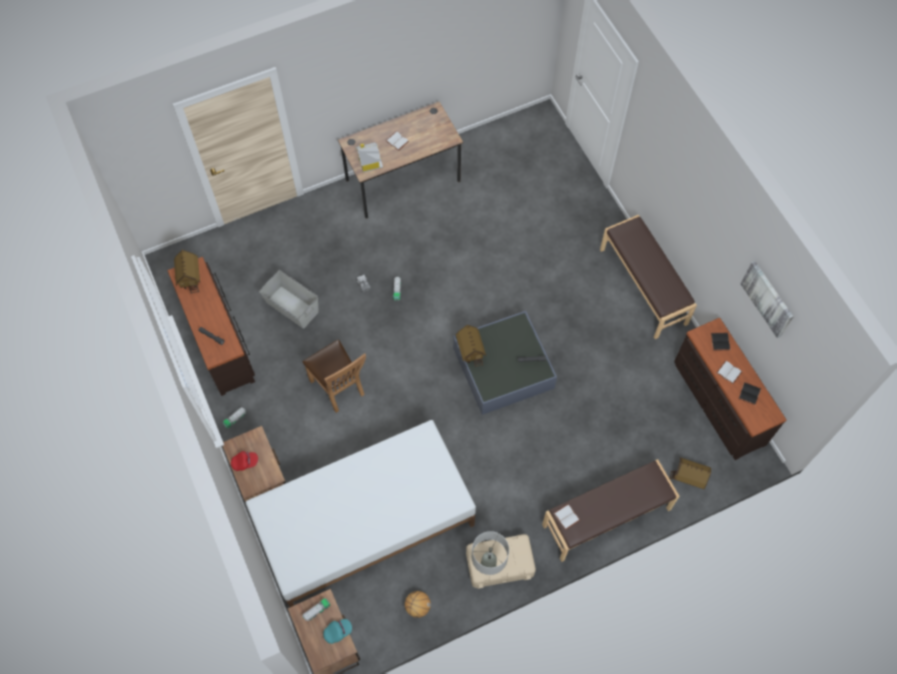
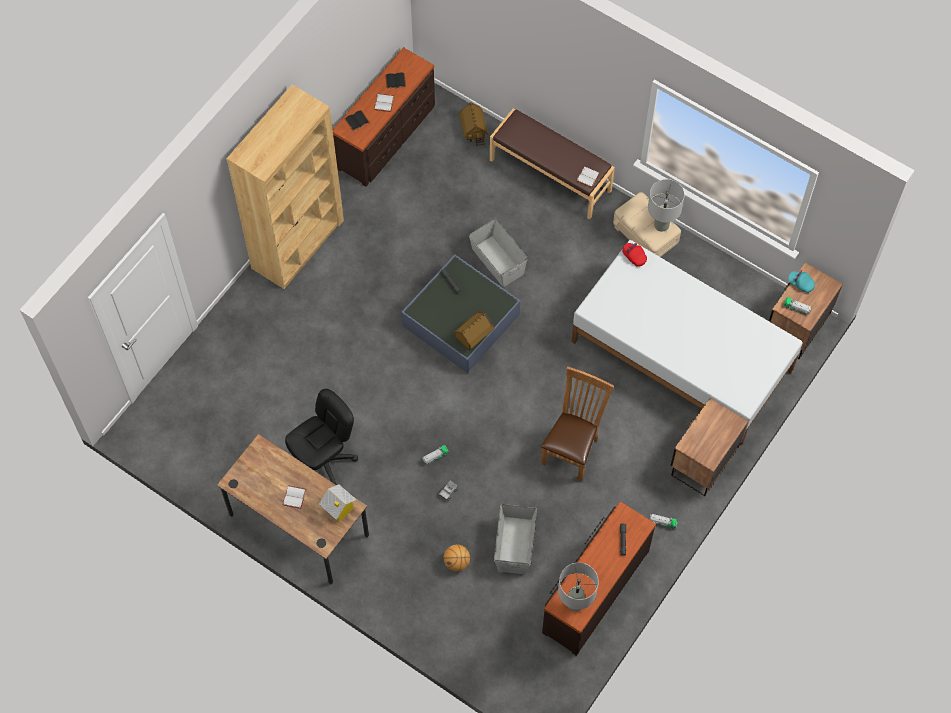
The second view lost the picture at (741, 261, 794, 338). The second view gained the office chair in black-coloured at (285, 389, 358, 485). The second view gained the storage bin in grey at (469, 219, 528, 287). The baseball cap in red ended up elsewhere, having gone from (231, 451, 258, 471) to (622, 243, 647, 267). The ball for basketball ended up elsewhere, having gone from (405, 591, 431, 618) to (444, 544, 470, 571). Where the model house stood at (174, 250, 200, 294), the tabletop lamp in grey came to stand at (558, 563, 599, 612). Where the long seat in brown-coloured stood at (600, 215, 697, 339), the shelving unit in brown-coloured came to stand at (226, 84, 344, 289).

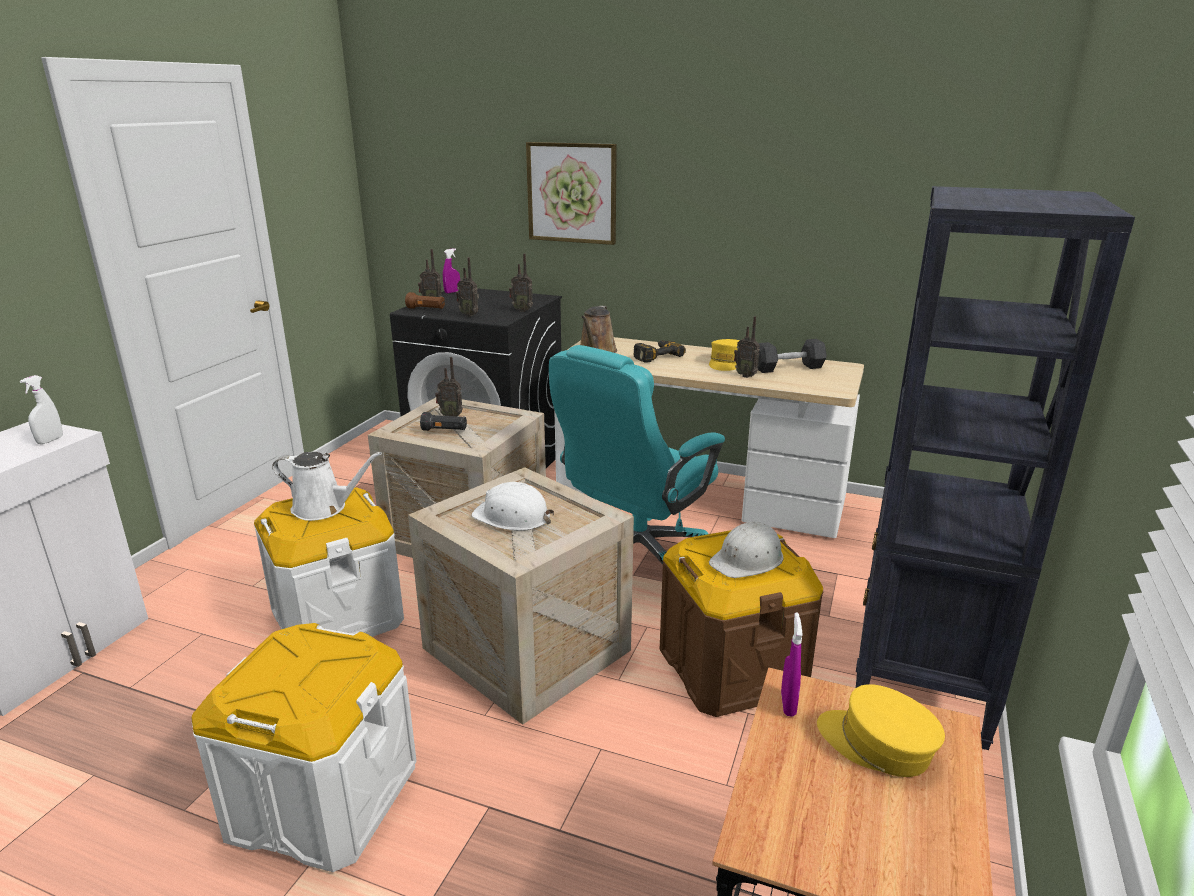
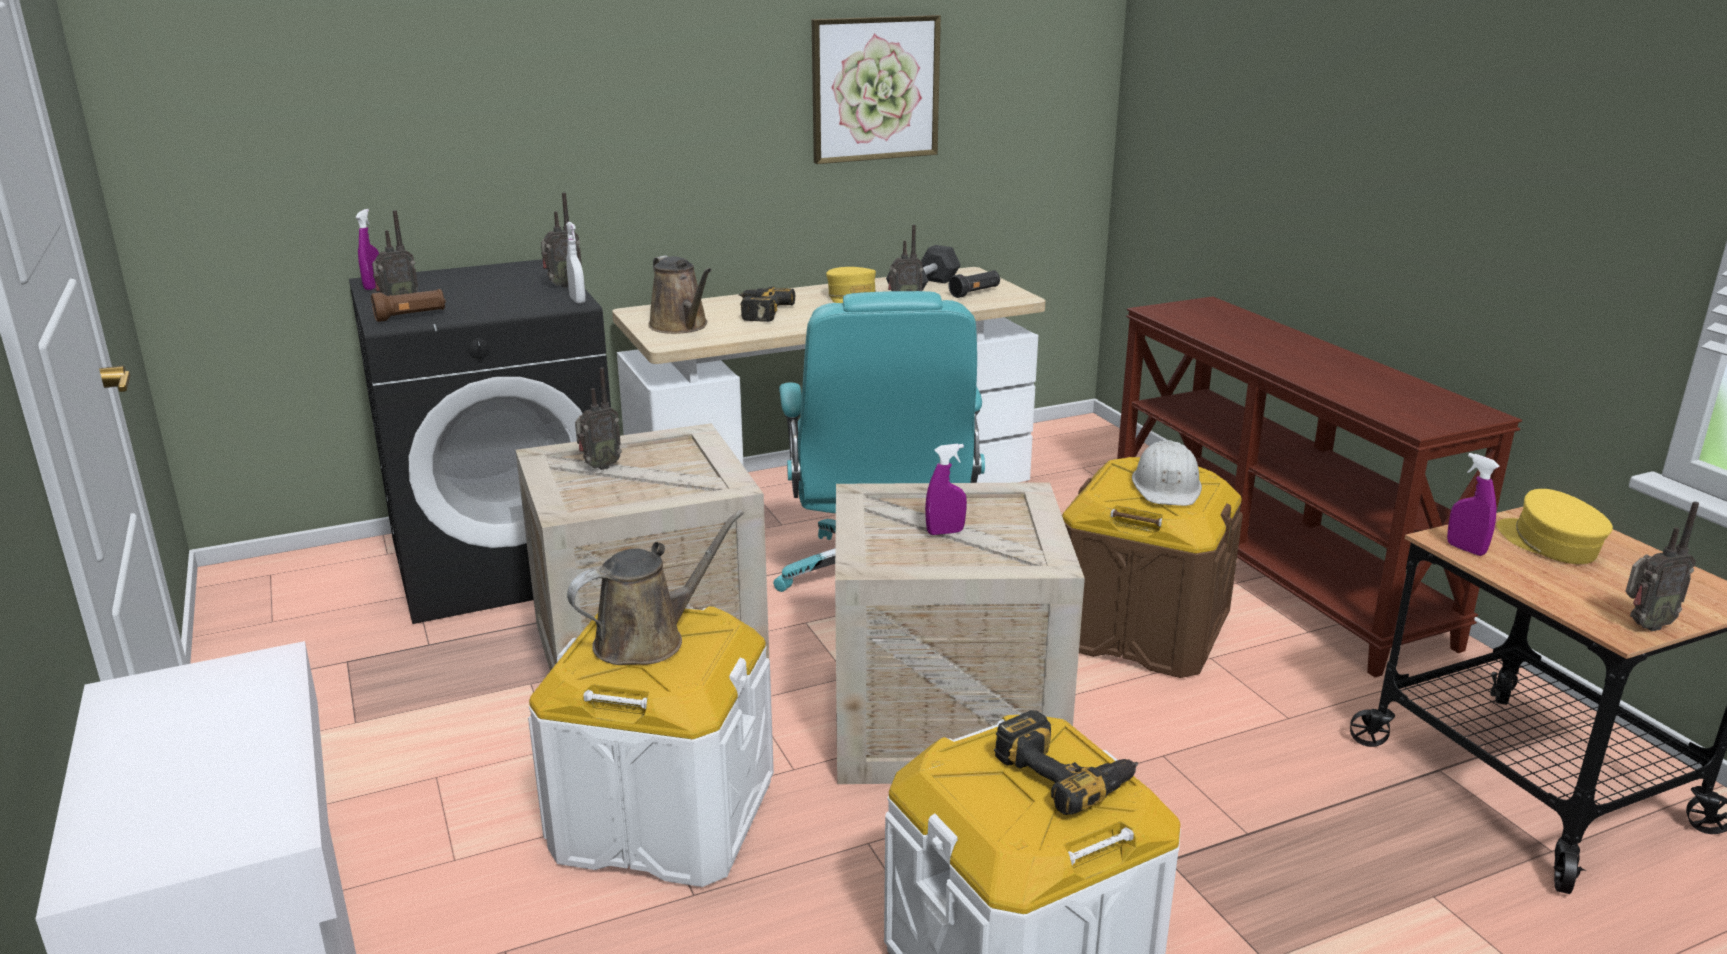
The second view gained the power drill at (994, 710, 1138, 815). The hand sprayer in white ended up elsewhere, having gone from (20, 375, 63, 444) to (566, 222, 586, 304). The torch in black-coloured ended up elsewhere, having gone from (420, 412, 467, 431) to (948, 270, 1000, 298). The radio set ended up elsewhere, having gone from (456, 257, 479, 317) to (1625, 502, 1699, 631). The picture ended up elsewhere, having gone from (526, 142, 617, 245) to (812, 15, 941, 164). Where the work helmet in white stood at (471, 482, 554, 531), the hand sprayer in purplish came to stand at (925, 444, 967, 535). Where the shelving unit in black-coloured stood at (856, 186, 1135, 750), the hall table in brown-coloured came to stand at (1117, 296, 1522, 677). What was the watering can in white at (272, 452, 382, 521) turned into the watering can in brown-coloured at (567, 510, 744, 665). The baseball cap in yellow-coloured at (817, 684, 945, 777) ended up facing another way, 75 degrees clockwise from before.

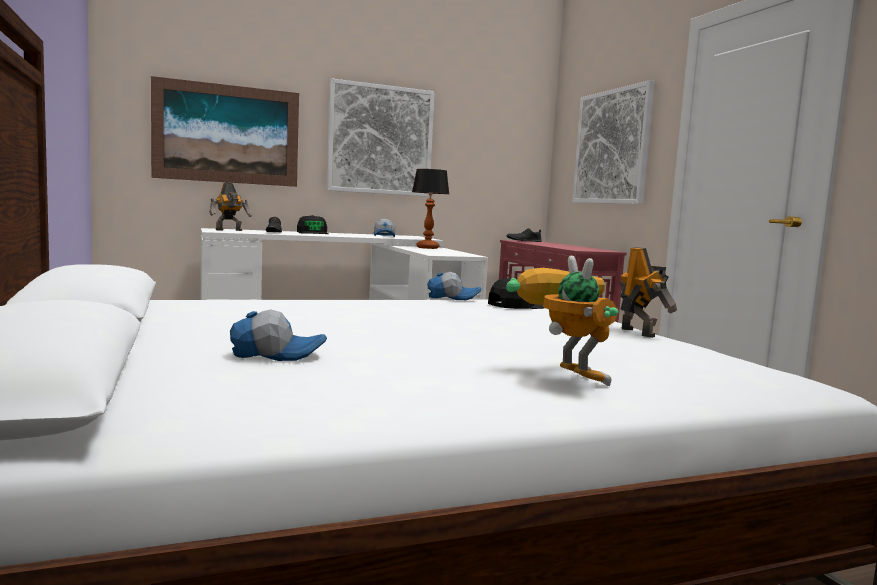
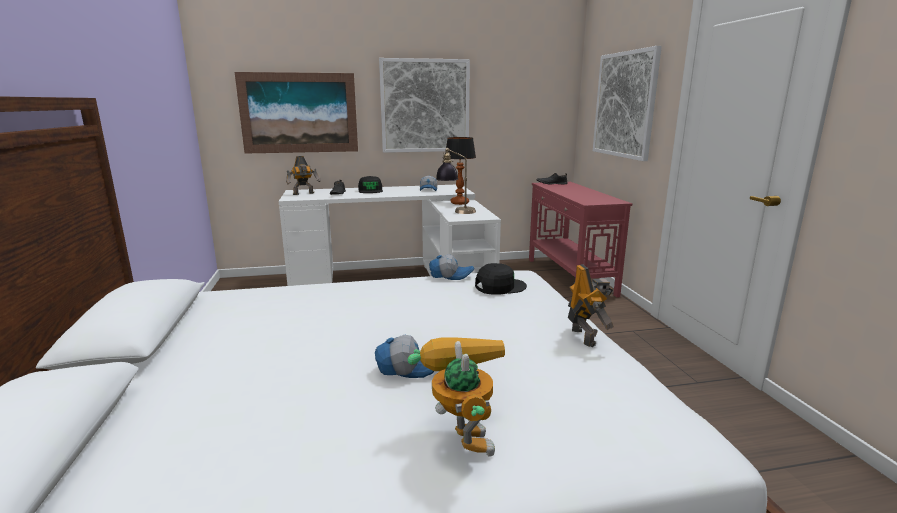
The second view gained the tabletop lamp at (436, 148, 476, 214). The baseball cap ended up elsewhere, having gone from (230, 309, 327, 361) to (375, 335, 434, 378).

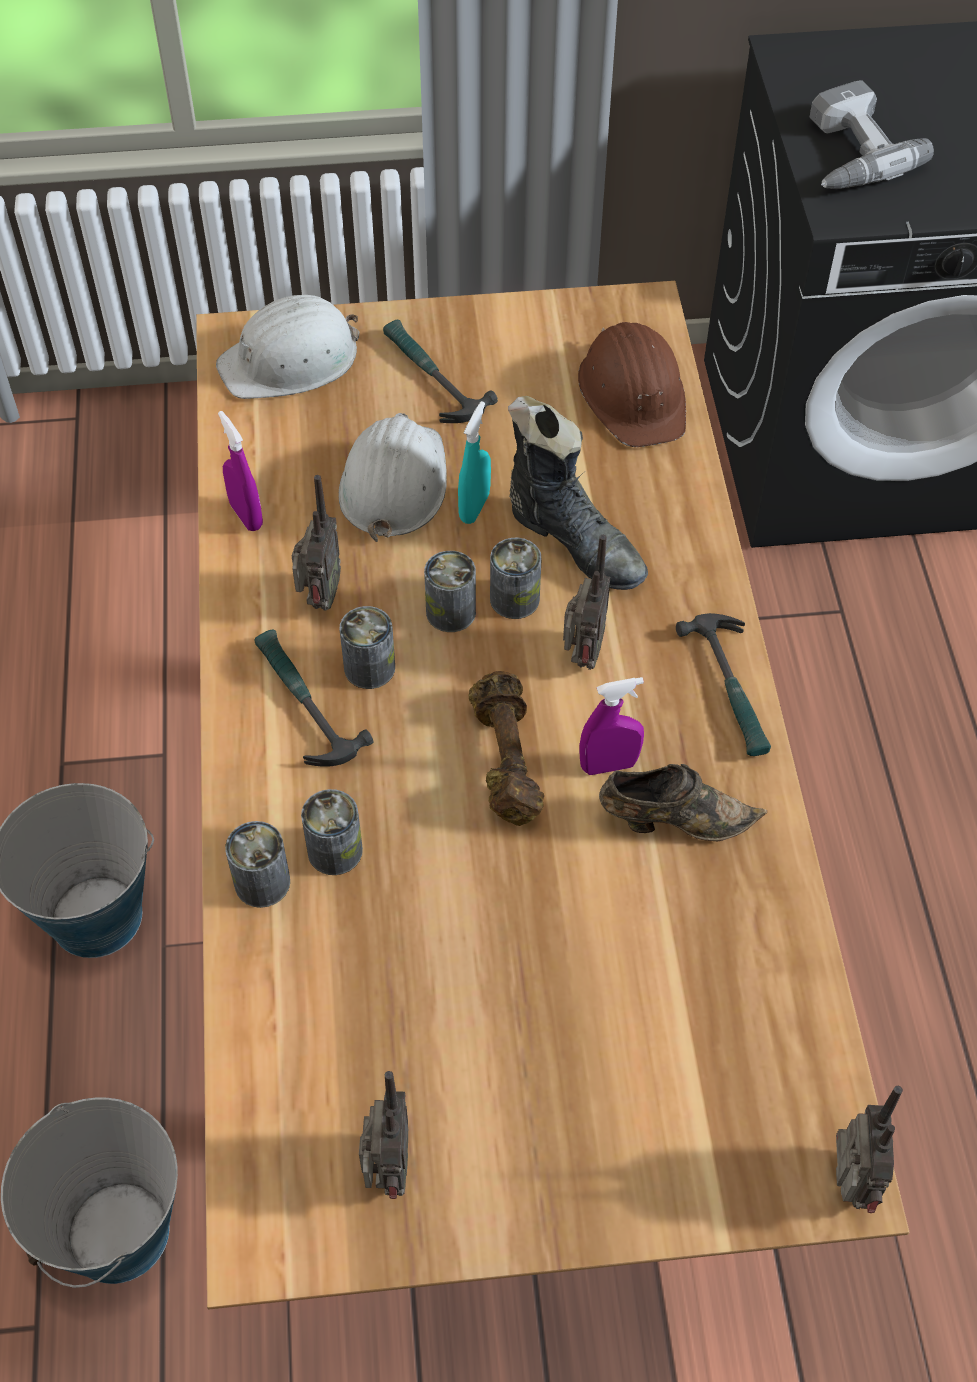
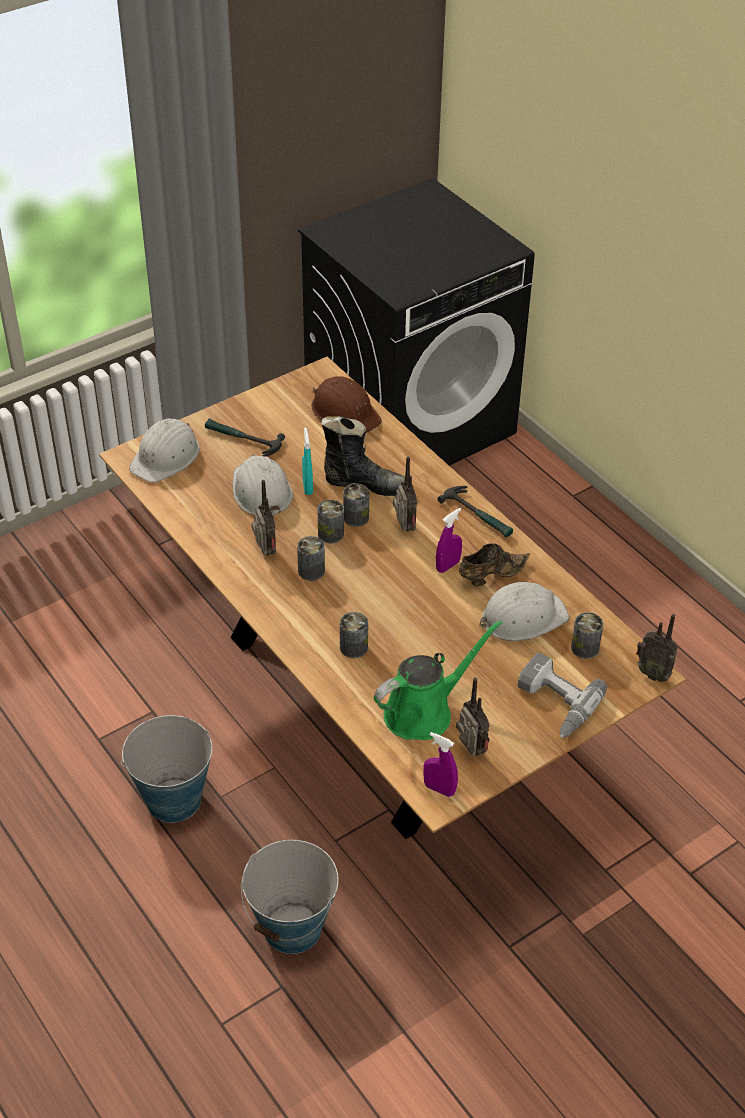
The second view lost the hammer at (254, 629, 374, 767). The second view lost the hand weight in brown-coloured at (468, 671, 544, 826). The second view gained the watering can in green at (374, 620, 502, 740). The second view gained the work helmet in white at (479, 582, 569, 641). The hand sprayer in purplish ended up elsewhere, having gone from (218, 411, 263, 531) to (423, 732, 458, 797). The can ended up elsewhere, having gone from (225, 821, 290, 908) to (571, 612, 603, 659). The power drill ended up elsewhere, having gone from (810, 80, 934, 189) to (518, 653, 607, 738). The radio set at (836, 1086, 903, 1213) ended up facing another way, 150 degrees clockwise from before.

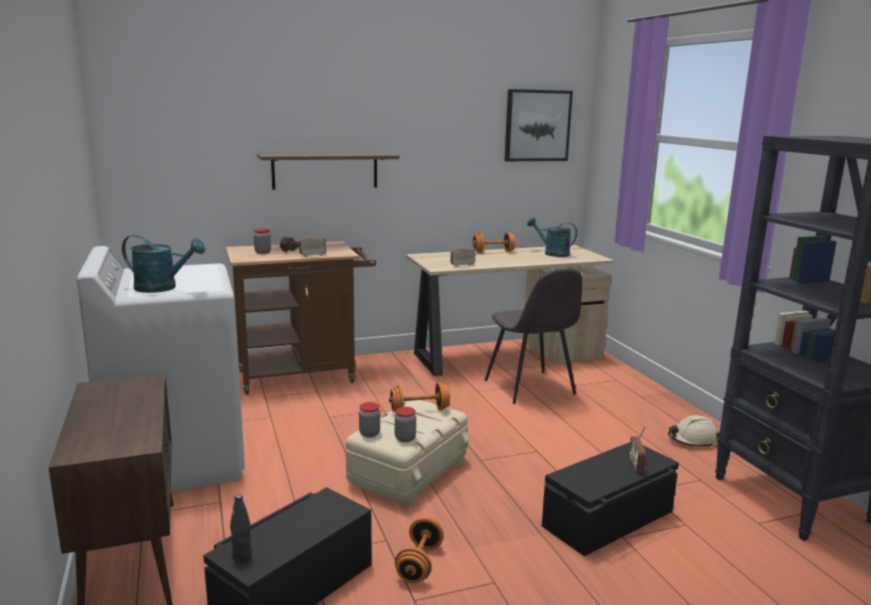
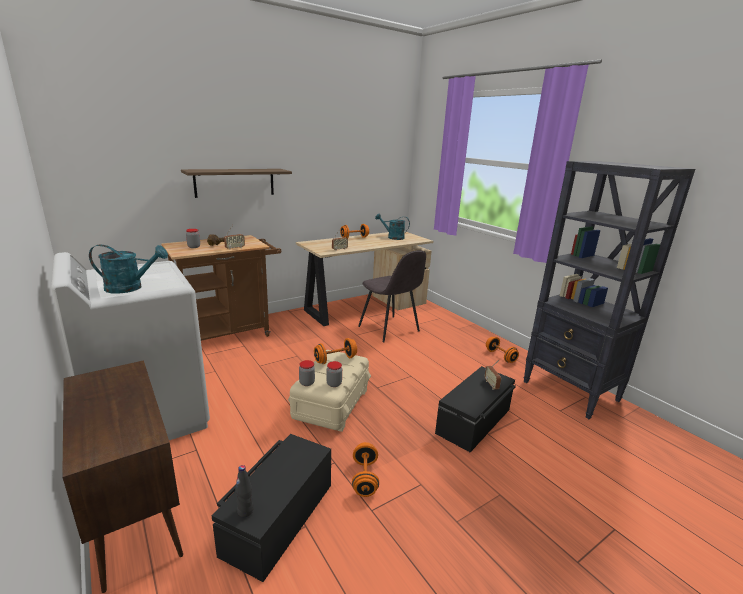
The second view lost the picture at (505, 89, 573, 161). Where the work helmet in beige stood at (668, 415, 720, 448), the hand weight in orange came to stand at (486, 337, 519, 363).

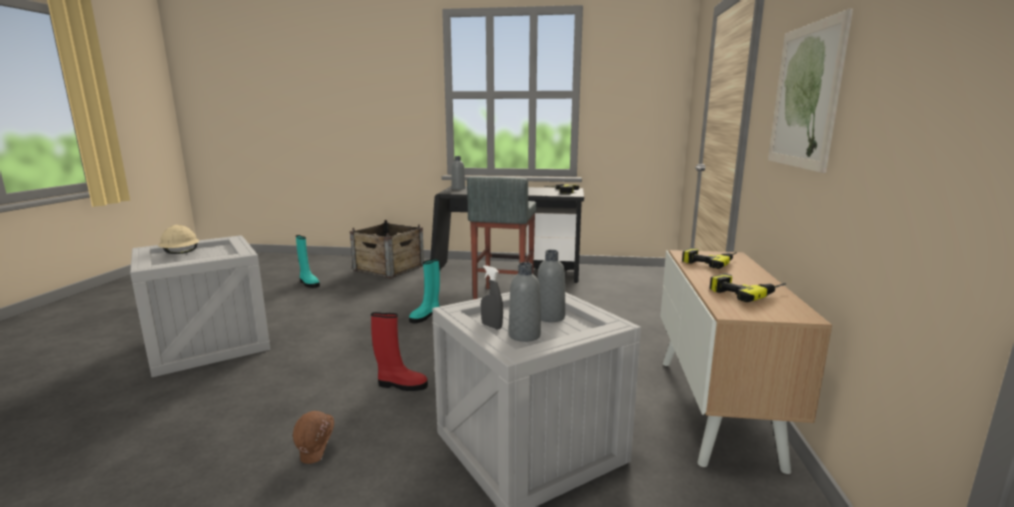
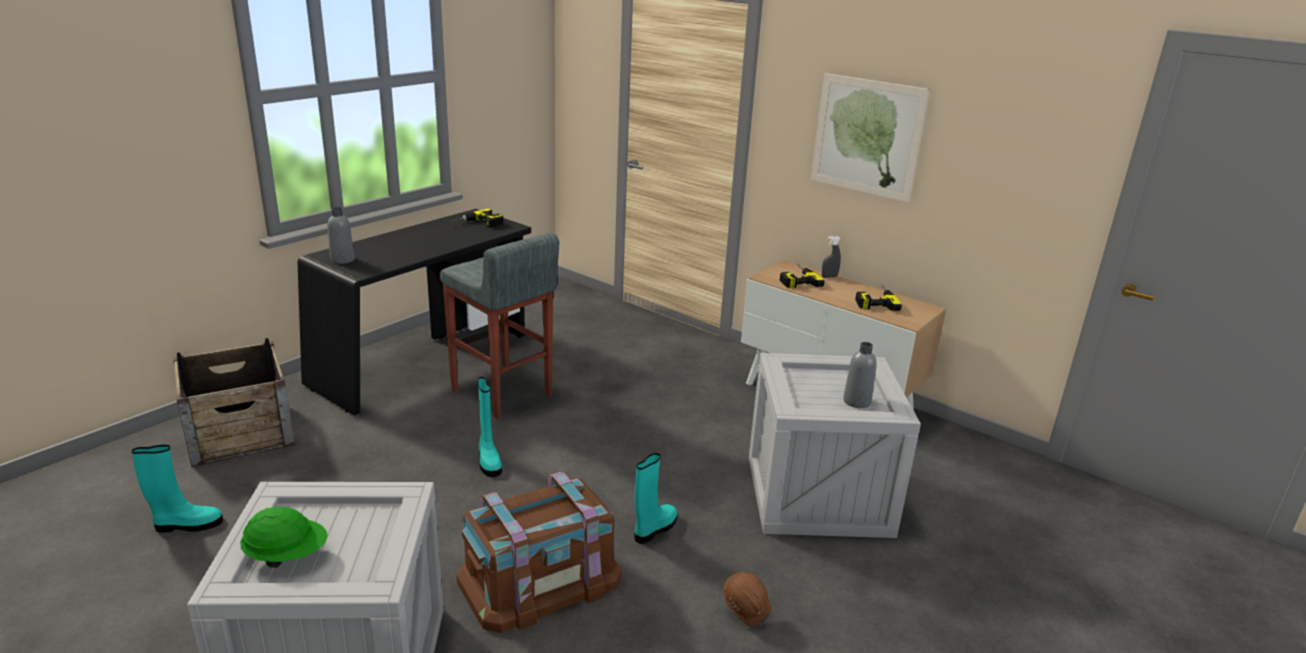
The second view lost the drink bottle in grey at (537, 250, 565, 322). The second view gained the storage bin in brown-coloured at (457, 472, 621, 633). The hand sprayer in grey ended up elsewhere, having gone from (481, 265, 503, 330) to (822, 236, 841, 278). What was the work helmet in beige at (158, 225, 199, 254) turned into the work helmet in green at (240, 507, 328, 568). What was the high-top boot in red at (371, 312, 428, 391) turned into the high-top boot in turquoise at (634, 453, 678, 544).

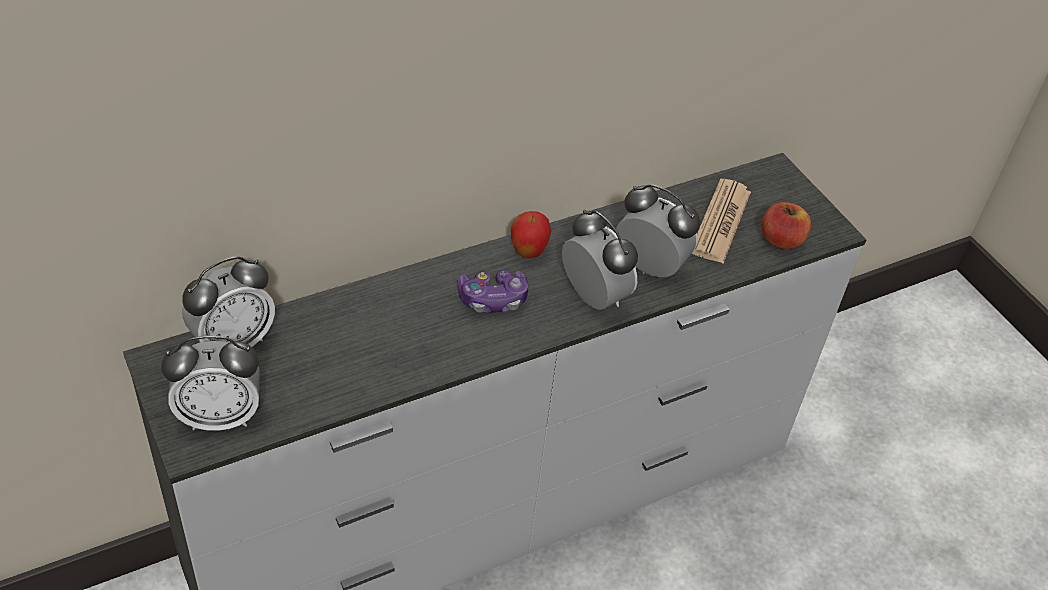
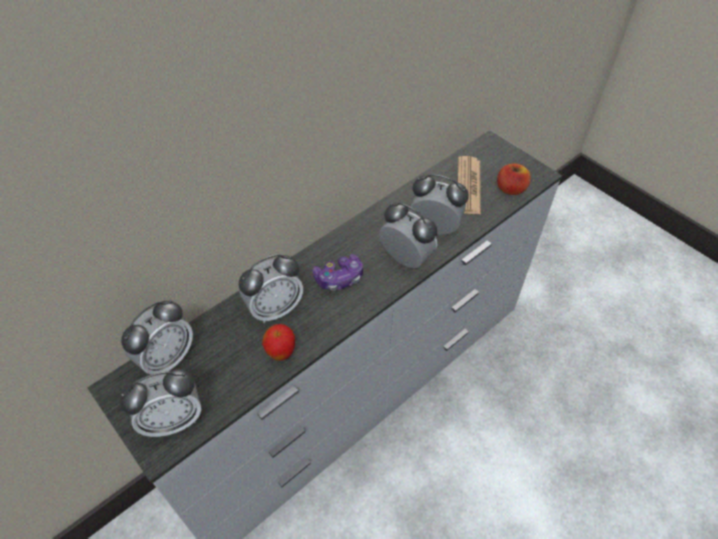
The second view gained the alarm clock at (239, 254, 303, 323). The apple fruit ended up elsewhere, having gone from (511, 211, 551, 258) to (262, 324, 295, 361).

